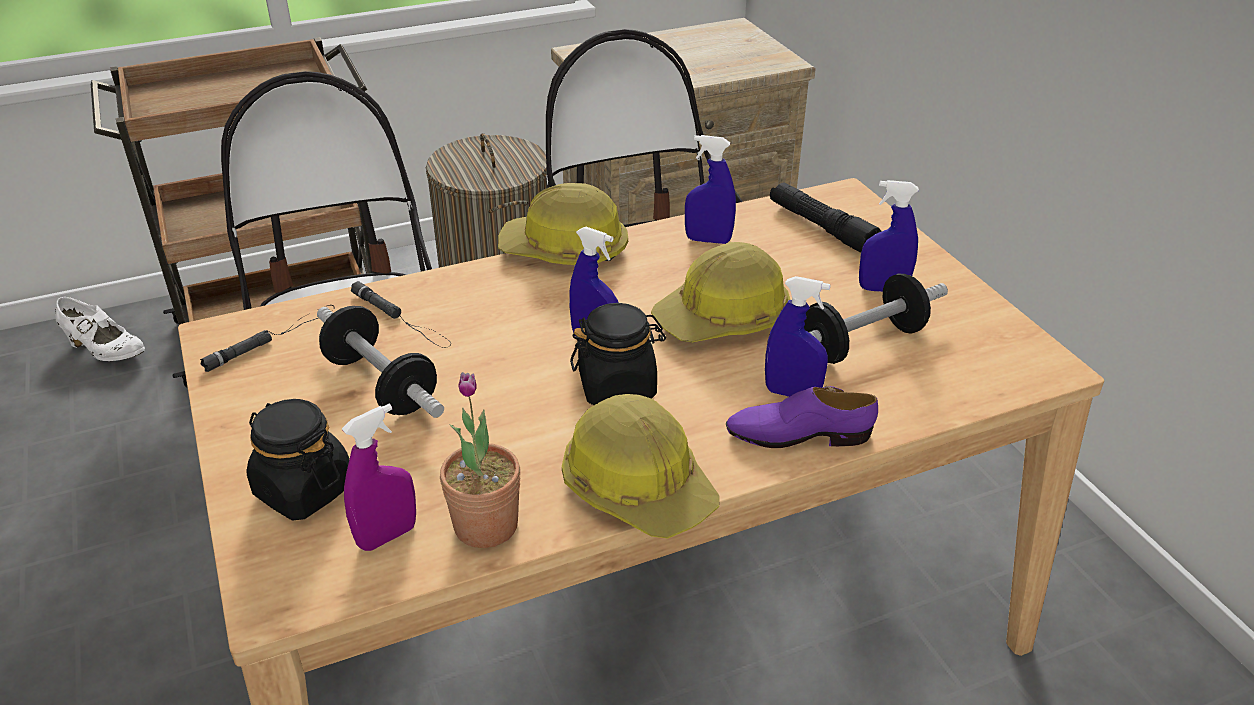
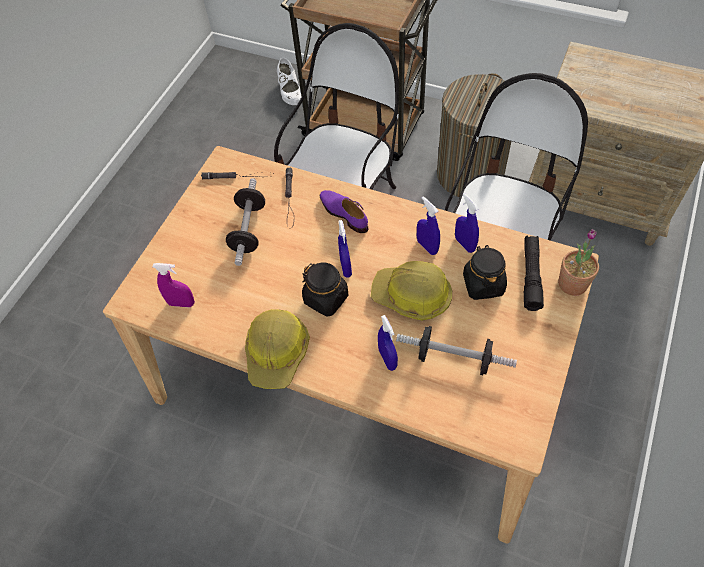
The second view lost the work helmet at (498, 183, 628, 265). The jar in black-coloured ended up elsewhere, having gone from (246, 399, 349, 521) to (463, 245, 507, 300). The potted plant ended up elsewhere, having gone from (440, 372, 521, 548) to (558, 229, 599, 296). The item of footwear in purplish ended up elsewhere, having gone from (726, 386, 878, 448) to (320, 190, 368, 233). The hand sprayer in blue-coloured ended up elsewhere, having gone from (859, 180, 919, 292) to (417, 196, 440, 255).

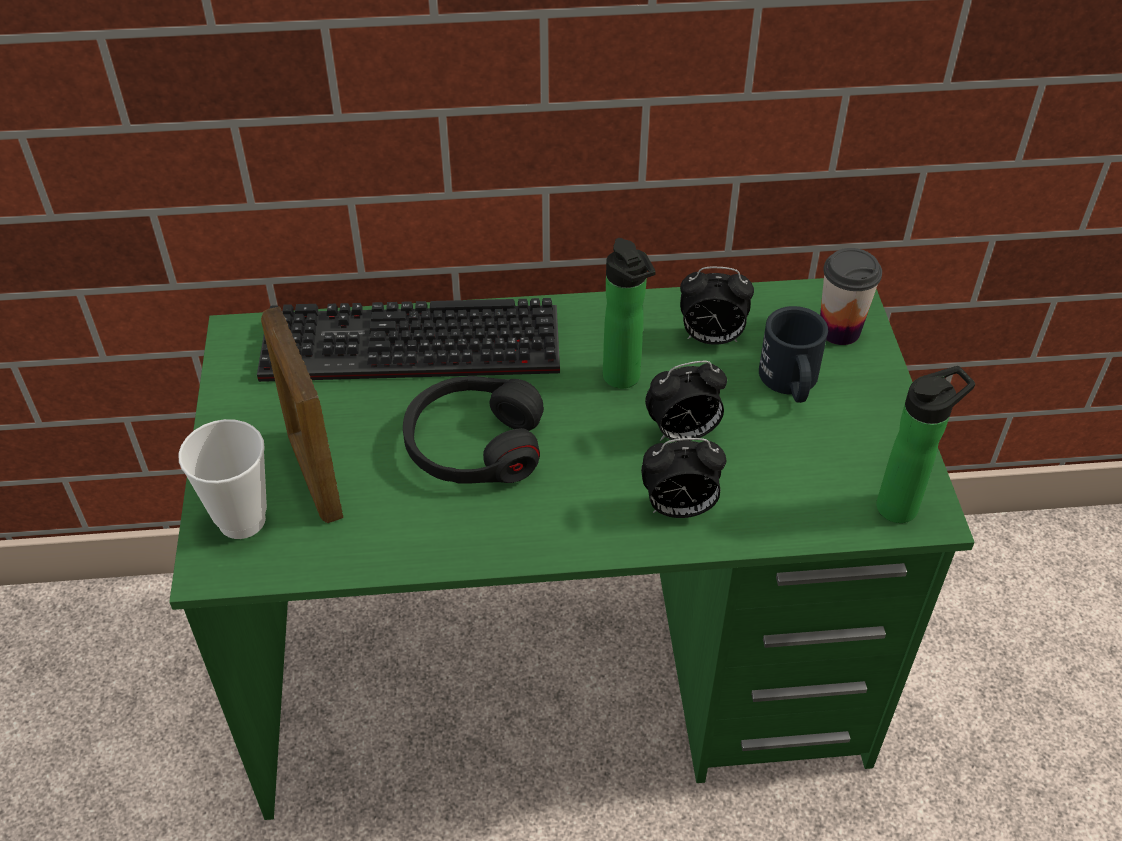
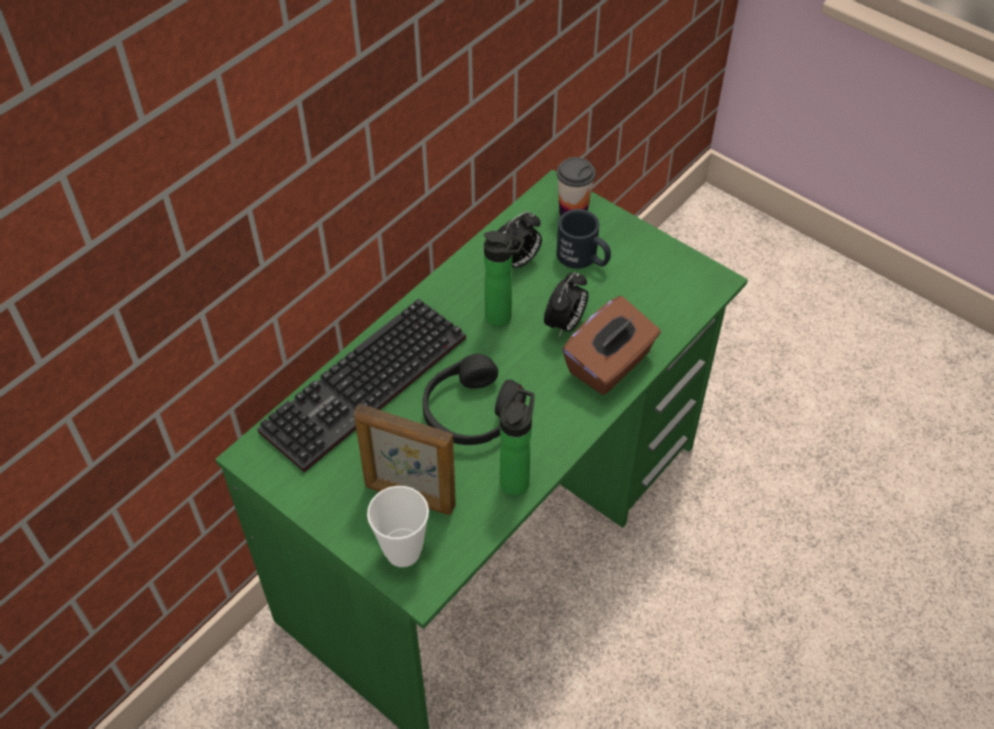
The drink bottle ended up elsewhere, having gone from (876, 366, 975, 523) to (500, 388, 535, 496). Where the alarm clock stood at (641, 438, 727, 518), the box of tissues in brown-coloured came to stand at (562, 296, 661, 395).

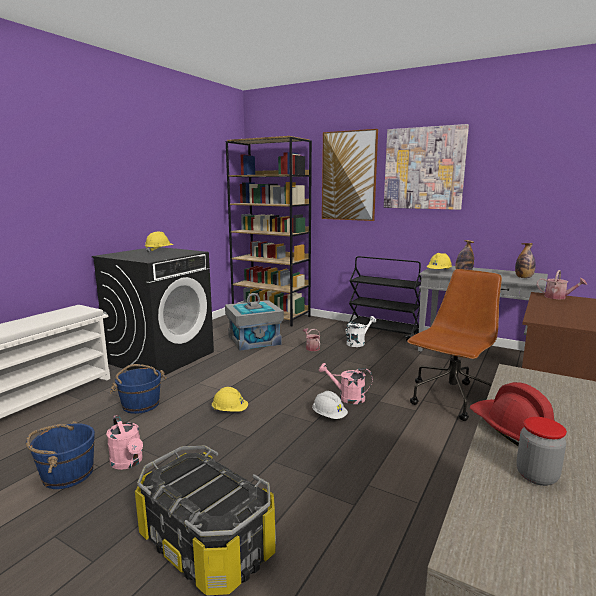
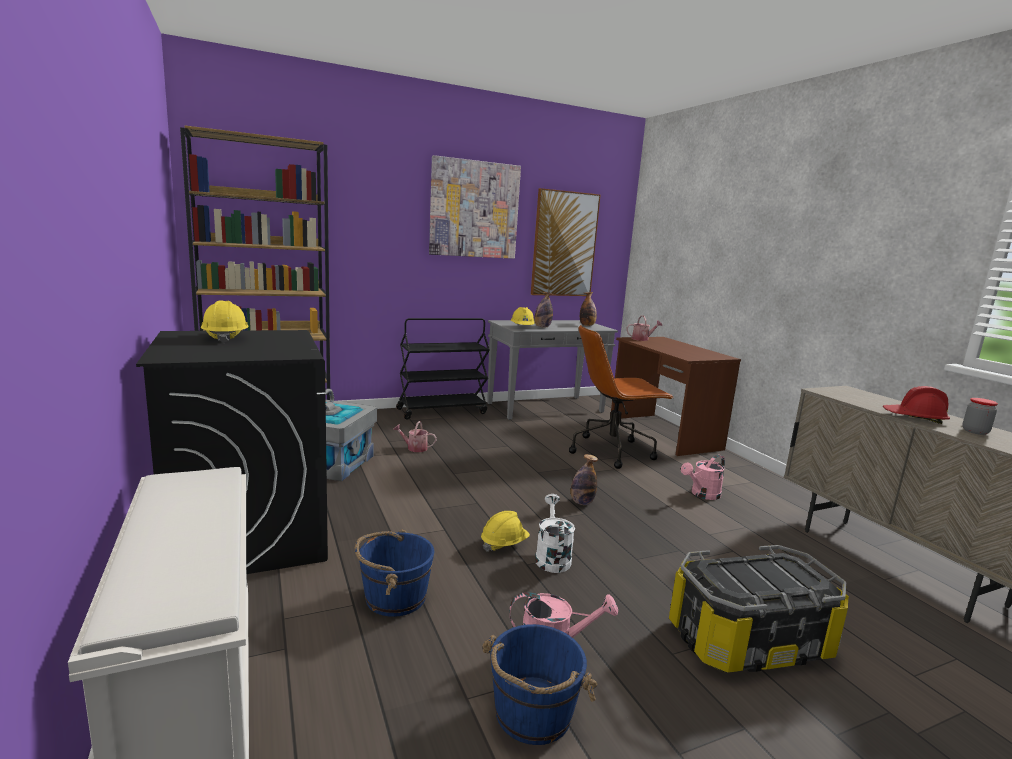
The watering can in pink ended up elsewhere, having gone from (319, 363, 373, 404) to (681, 455, 725, 500). The picture ended up elsewhere, having gone from (322, 129, 378, 221) to (531, 188, 601, 296). The watering can in white ended up elsewhere, having gone from (345, 316, 376, 347) to (535, 494, 575, 573). Where the work helmet in white stood at (312, 391, 348, 419), the drink bottle came to stand at (571, 454, 598, 505). The office chair in brown-coloured at (407, 269, 502, 421) ended up facing another way, 90 degrees counterclockwise from before.

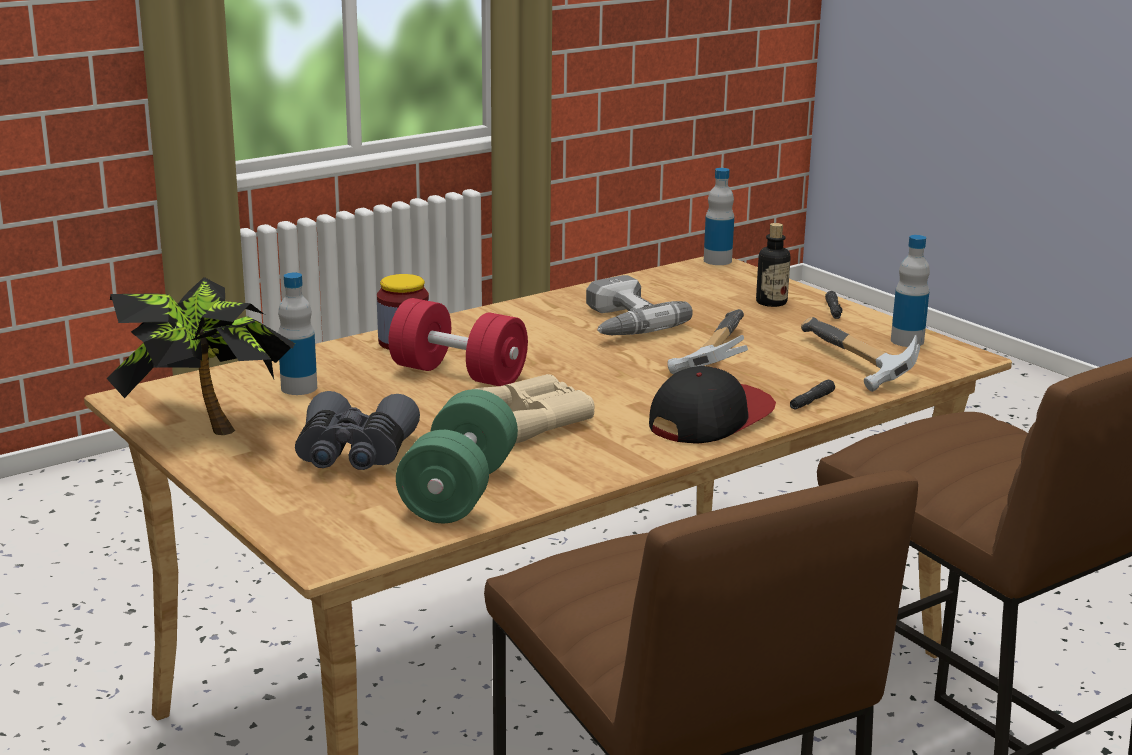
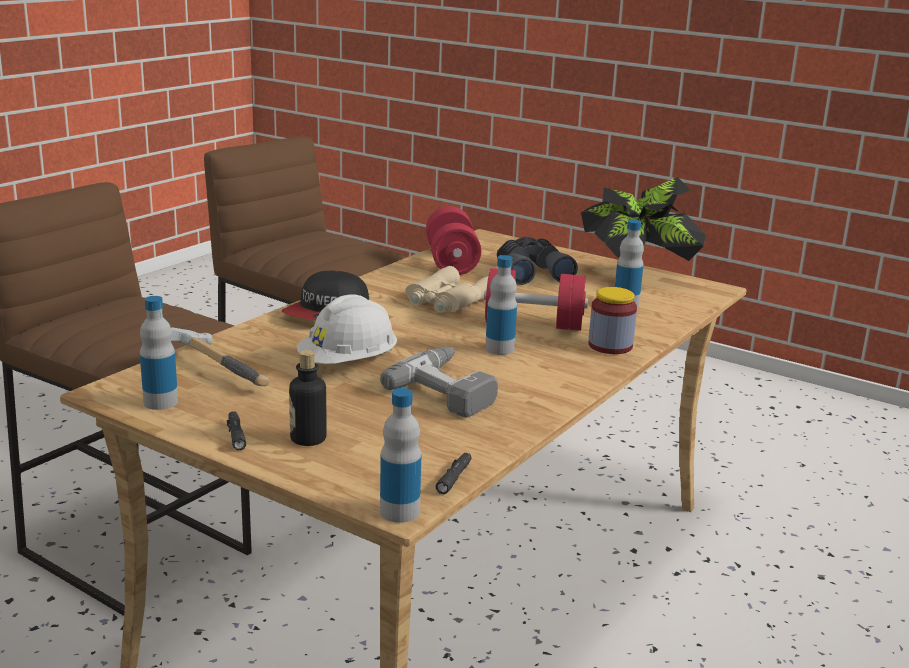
The second view gained the drink bottle at (485, 255, 517, 355). The torch in black-coloured ended up elsewhere, having gone from (790, 379, 835, 409) to (436, 453, 471, 494). Where the hammer stood at (667, 309, 748, 374), the work helmet in white came to stand at (297, 294, 397, 364). What was the hand weight in green at (396, 389, 518, 523) turned into the hand weight in red at (426, 206, 481, 275).

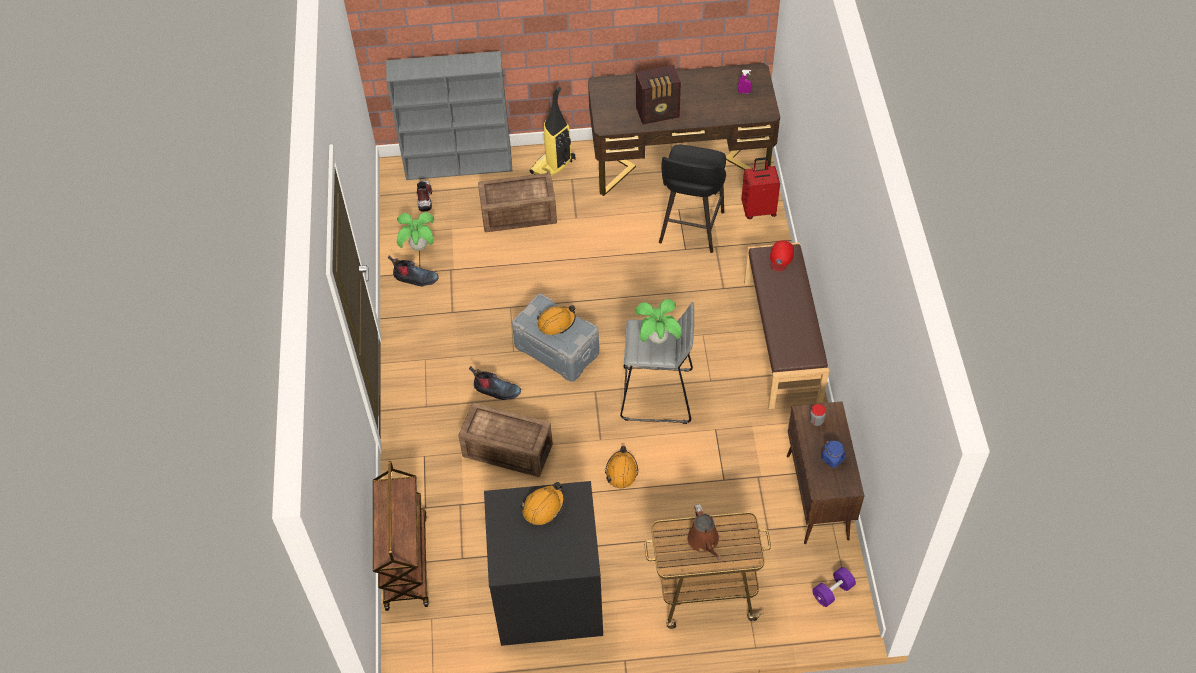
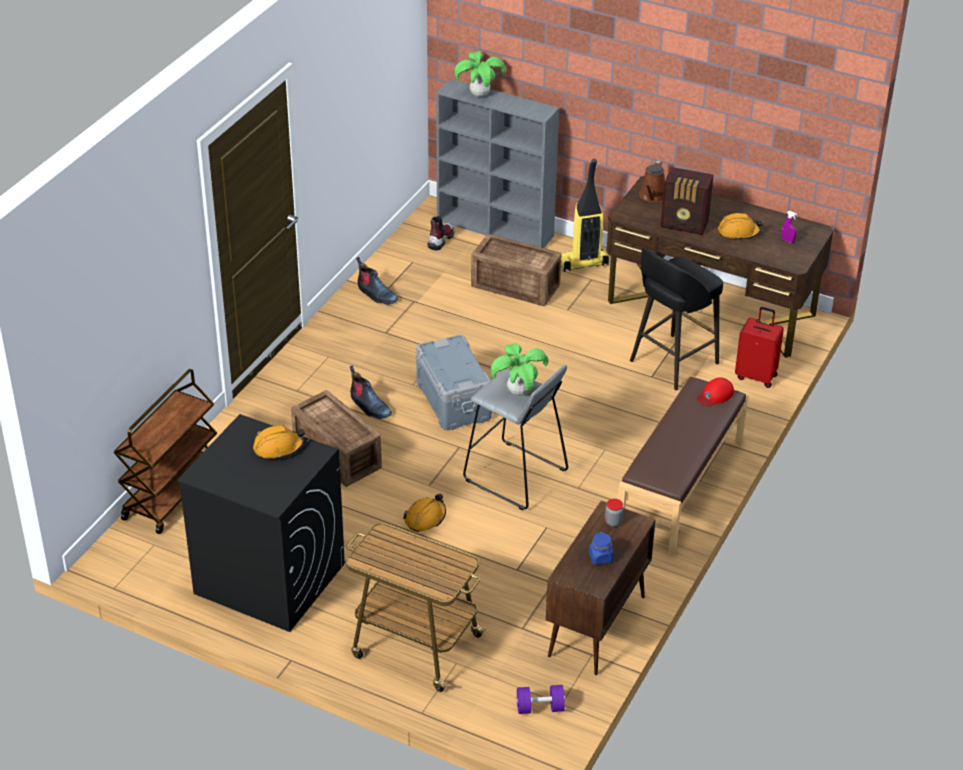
The potted plant ended up elsewhere, having gone from (397, 212, 434, 251) to (454, 51, 505, 97). The work helmet in orange ended up elsewhere, having gone from (537, 305, 576, 335) to (718, 213, 763, 241). The watering can in brown-coloured ended up elsewhere, having gone from (687, 504, 720, 560) to (639, 160, 665, 202).

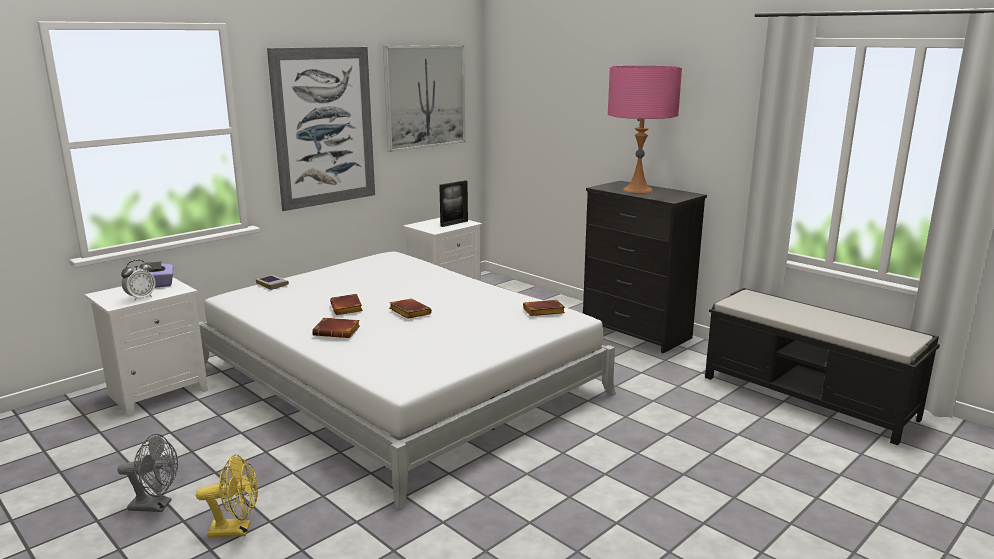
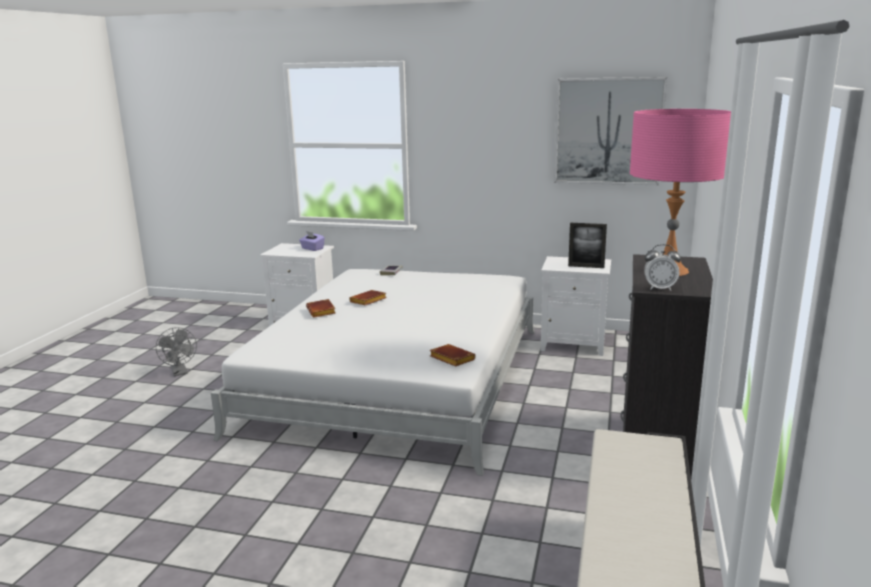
The second view lost the electric fan in yellow-coloured at (196, 454, 258, 538). The second view lost the picture at (267, 47, 375, 211). The second view lost the book in brown-coloured at (389, 299, 432, 319). The alarm clock ended up elsewhere, having gone from (121, 260, 156, 301) to (644, 244, 681, 291).

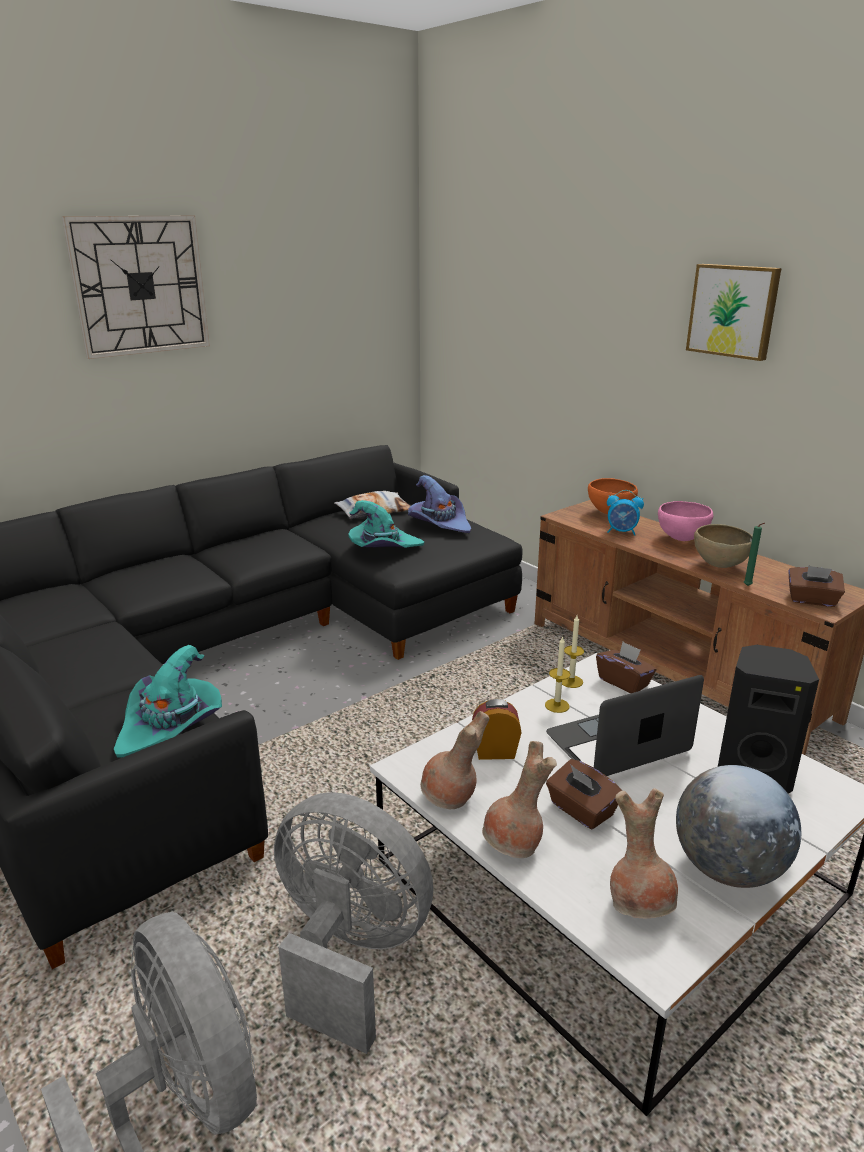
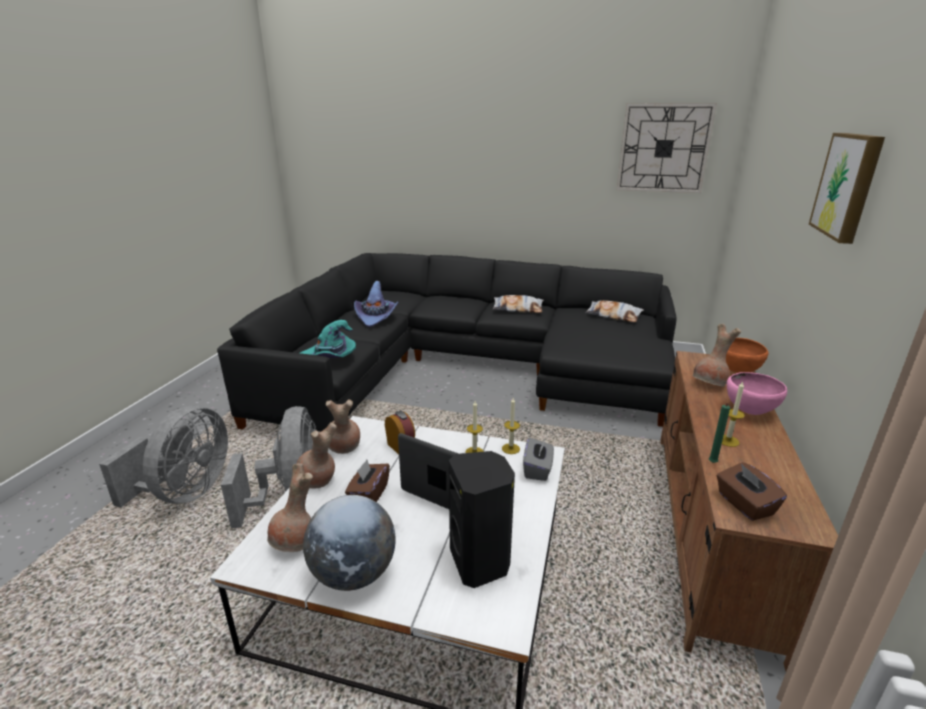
The second view lost the wearable hat in turquoise at (348, 500, 424, 548). The second view gained the throw pillow at (493, 295, 544, 313). The hanging clock ended up elsewhere, having gone from (62, 215, 210, 359) to (617, 103, 717, 193). The wearable hat in purplish ended up elsewhere, having gone from (408, 475, 471, 533) to (354, 281, 398, 327). Where the alarm clock stood at (607, 490, 644, 536), the vase in brown-coloured came to stand at (693, 324, 741, 387). Where the serving bowl in brown-coloured stood at (694, 524, 753, 568), the wax light came to stand at (722, 382, 745, 447). What was the box of tissues in brown-coloured at (596, 642, 656, 693) turned into the box of tissues in grey at (523, 438, 554, 481).

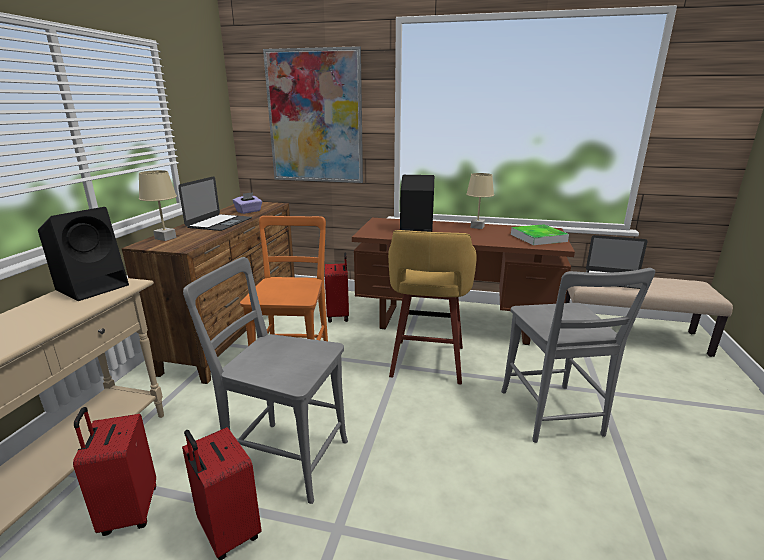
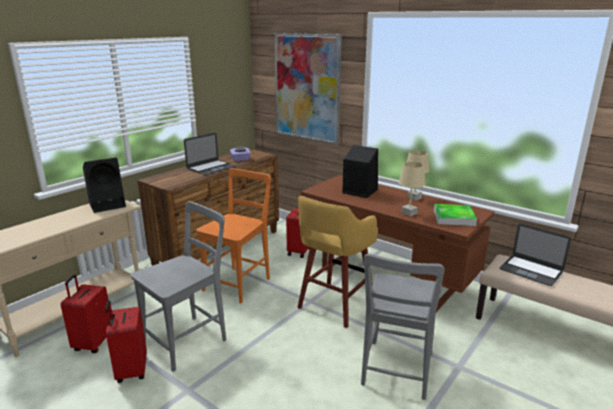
The tabletop lamp in beige ended up elsewhere, having gone from (139, 170, 177, 241) to (399, 162, 426, 216). The upright chair in grey at (183, 257, 348, 504) ended up facing another way, 90 degrees clockwise from before.

